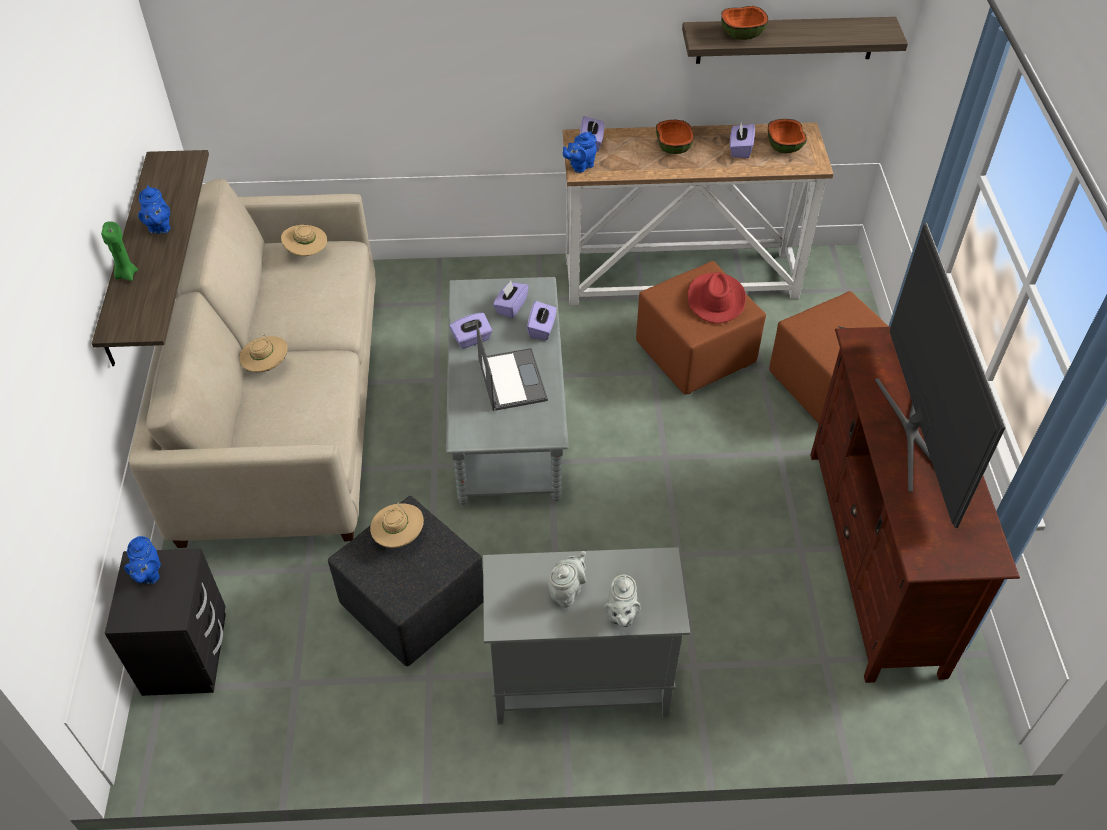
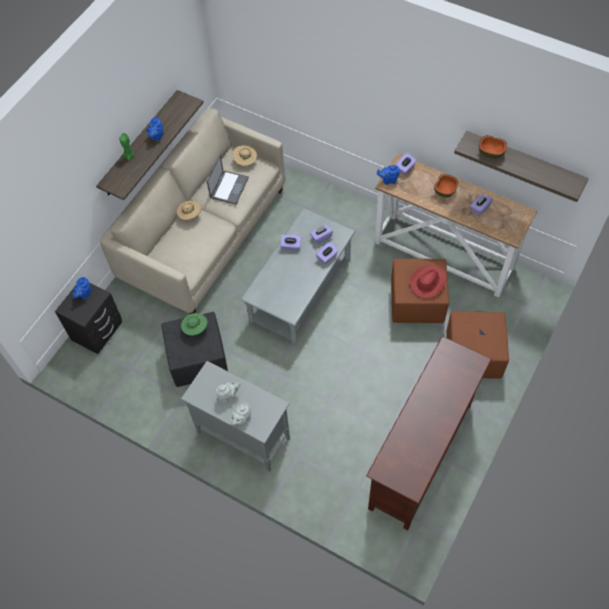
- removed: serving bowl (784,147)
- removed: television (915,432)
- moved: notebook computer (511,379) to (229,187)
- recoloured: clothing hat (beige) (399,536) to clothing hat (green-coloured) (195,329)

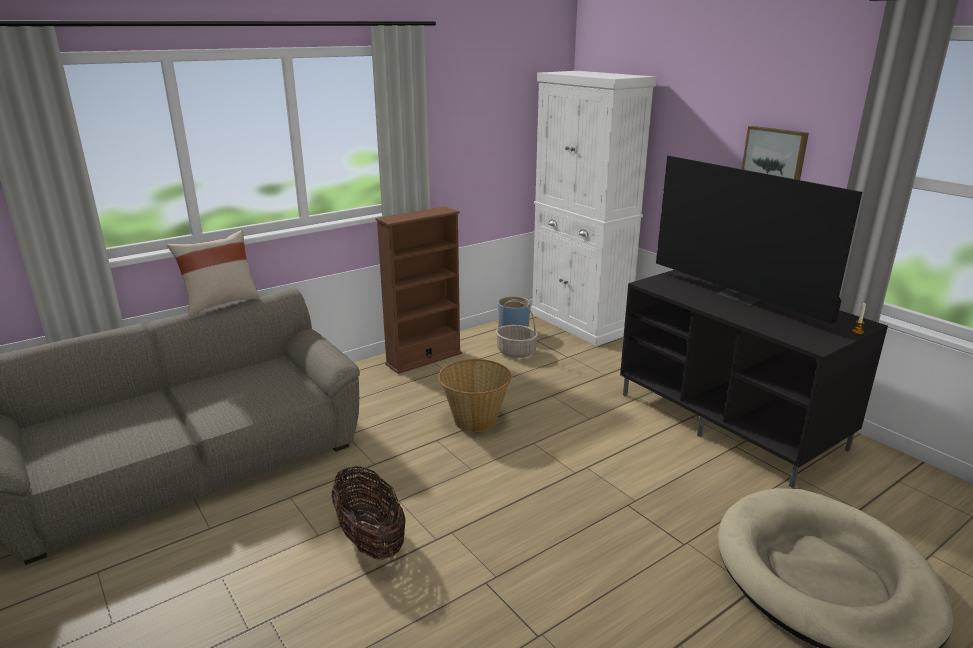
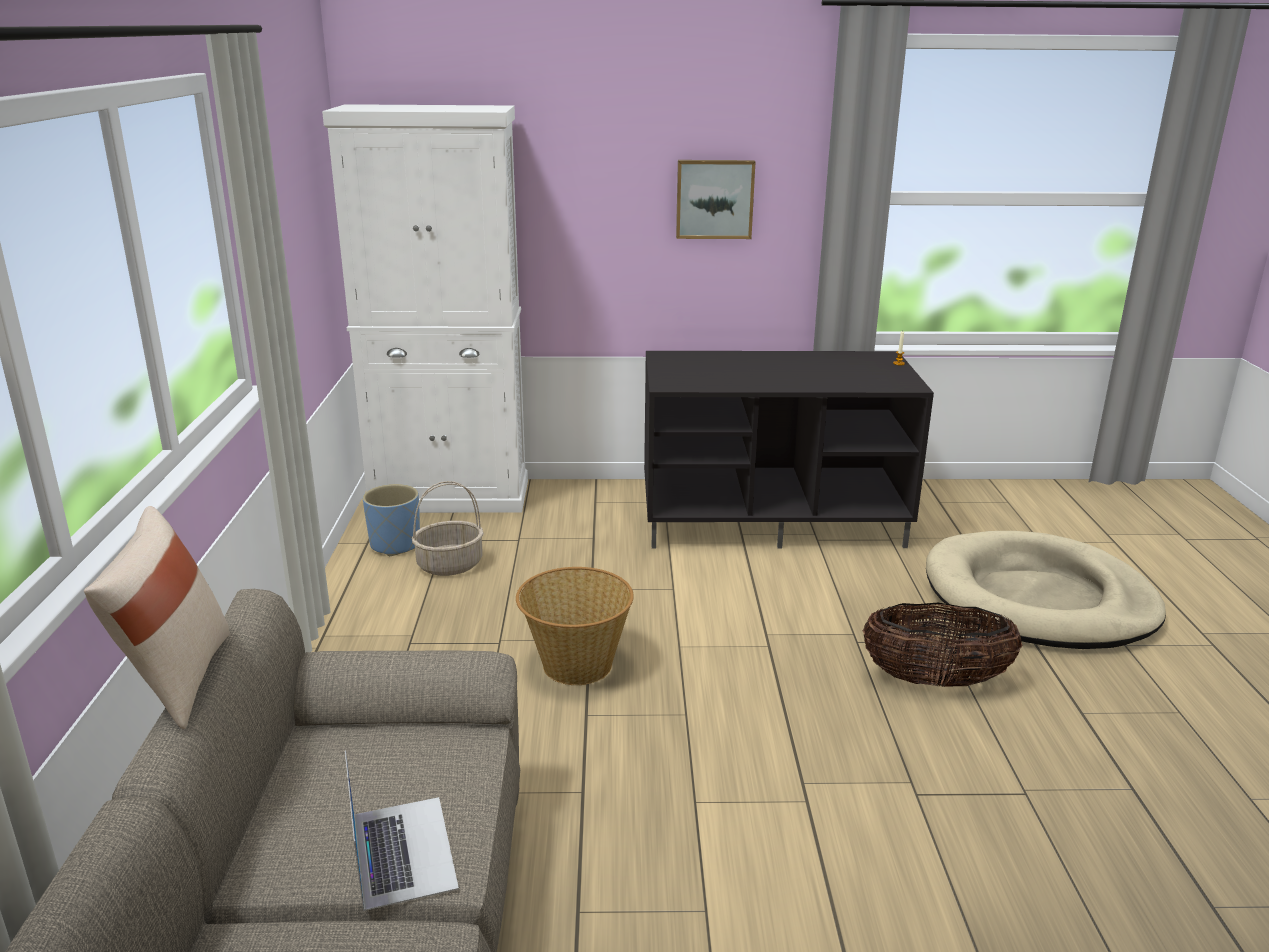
- removed: television (741,297)
- removed: shelving unit (brownish) (424,359)
- moved: basket (370,540) to (935,680)
- added: notebook computer (402,850)

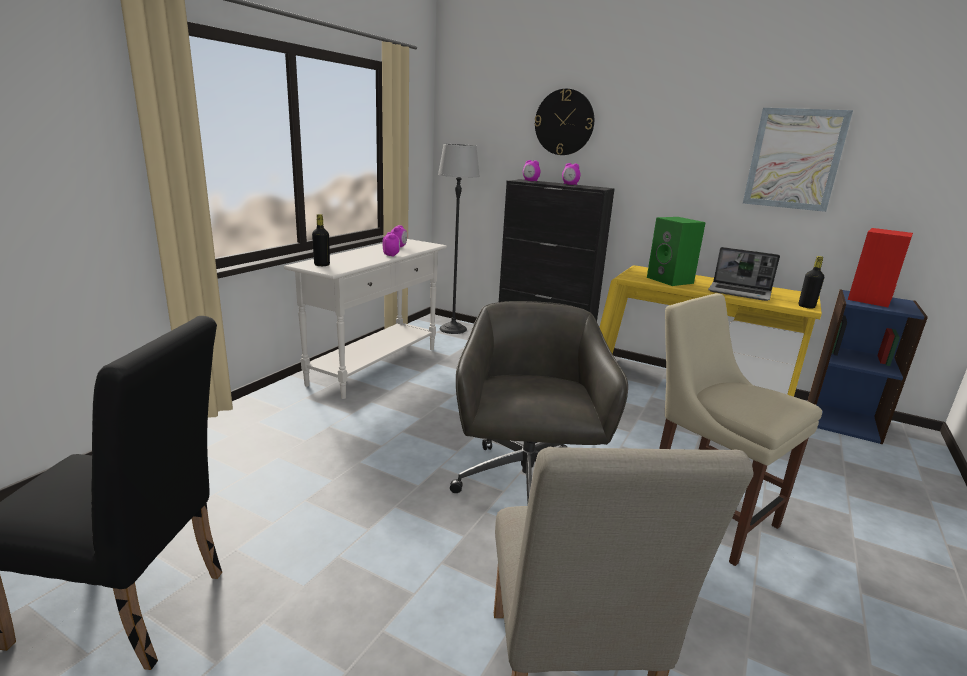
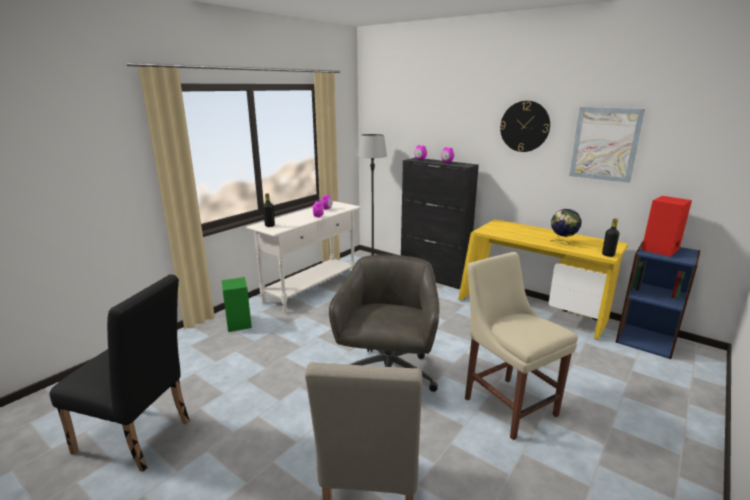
- moved: hanging clock (564,122) to (524,126)
- moved: loudspeaker (green-coloured) (671,280) to (239,324)
- replaced: notebook computer (740,293) to desk globe (562,243)

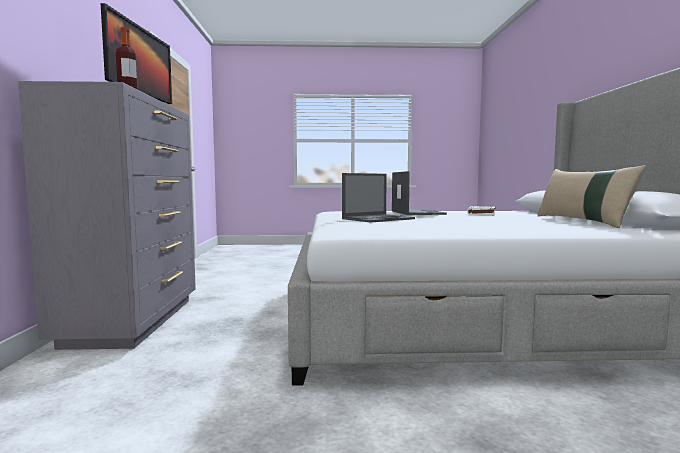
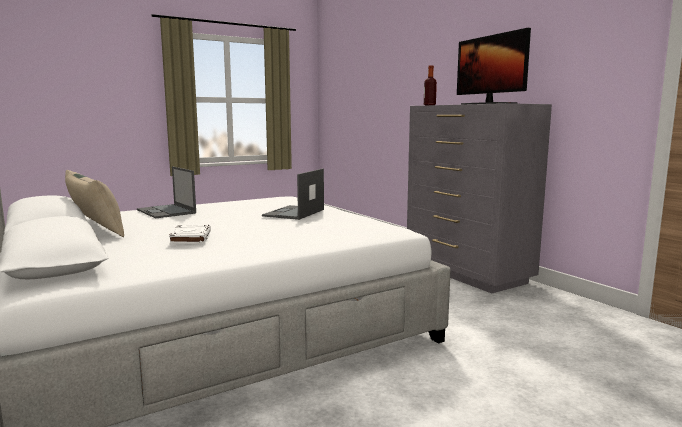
- moved: notebook computer (417,212) to (167,211)

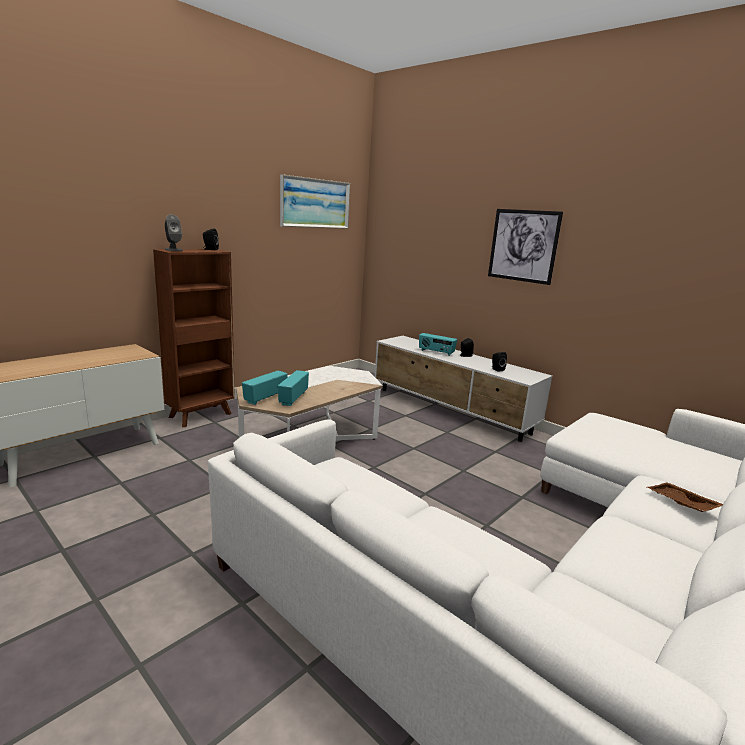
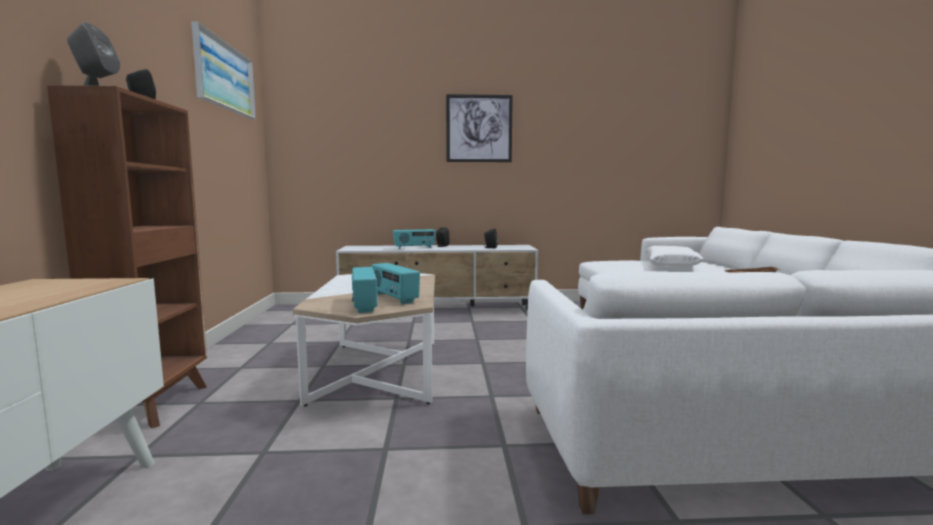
- added: cushion (white-coloured) (671,264)

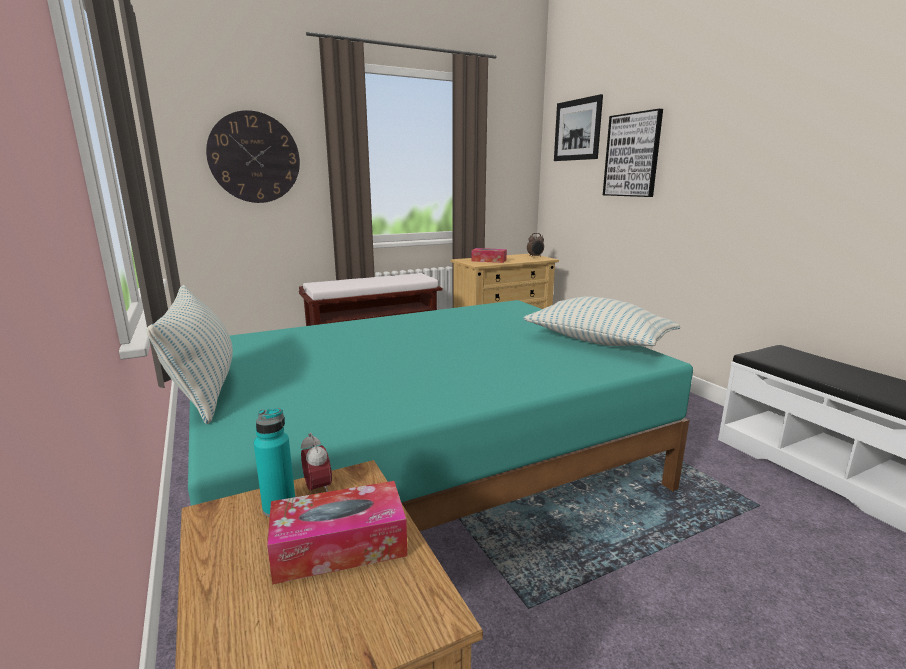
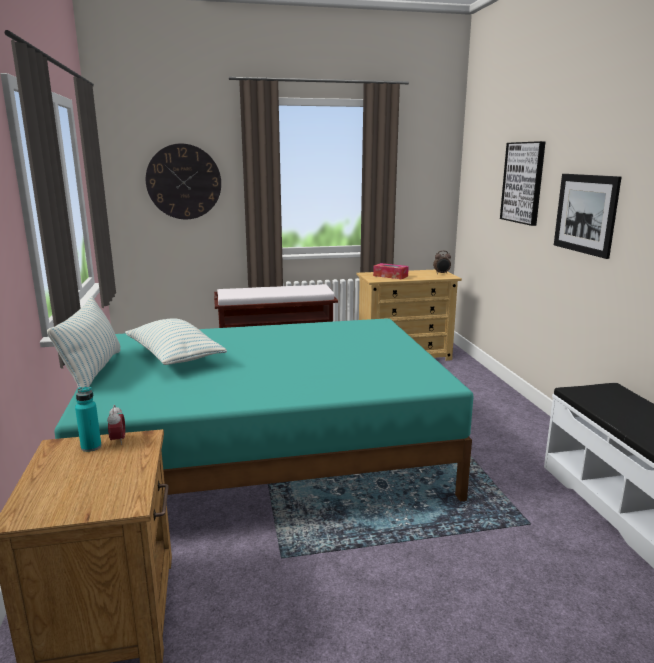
- moved: picture (577,130) to (585,214)
- moved: cushion (597,341) to (174,357)
- removed: tissue box (339,546)

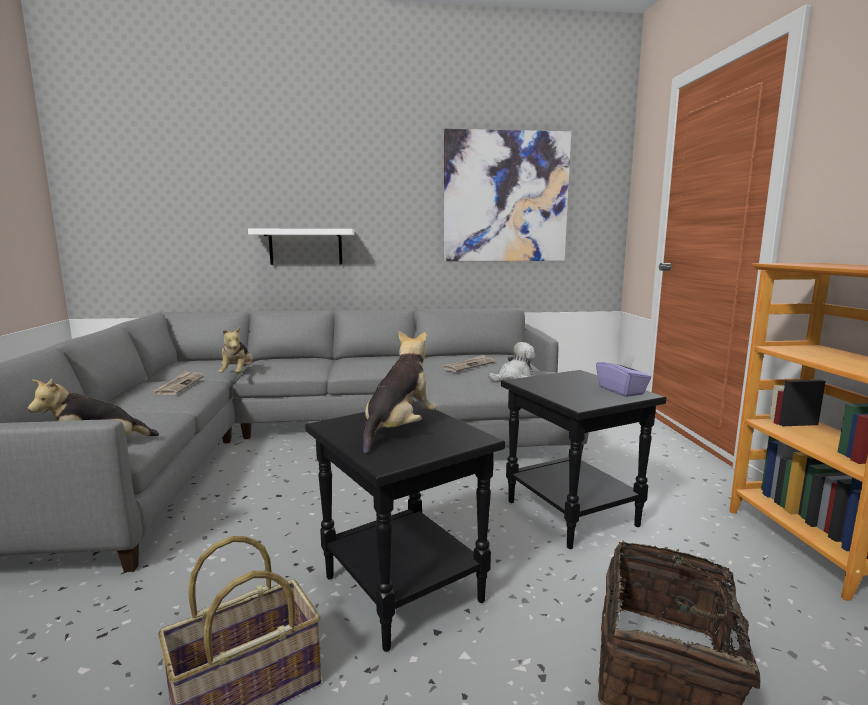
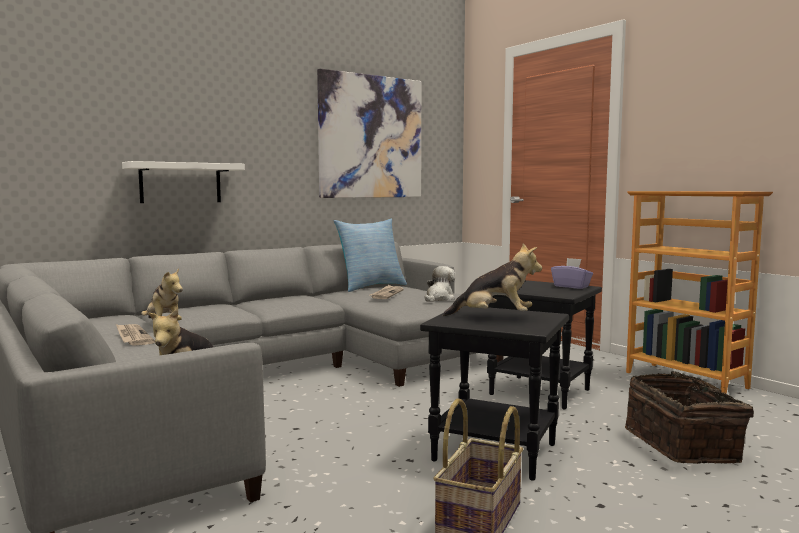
- turned: soft toy (399,429) = (494,317) 105 degrees clockwise
- added: cushion (370,287)

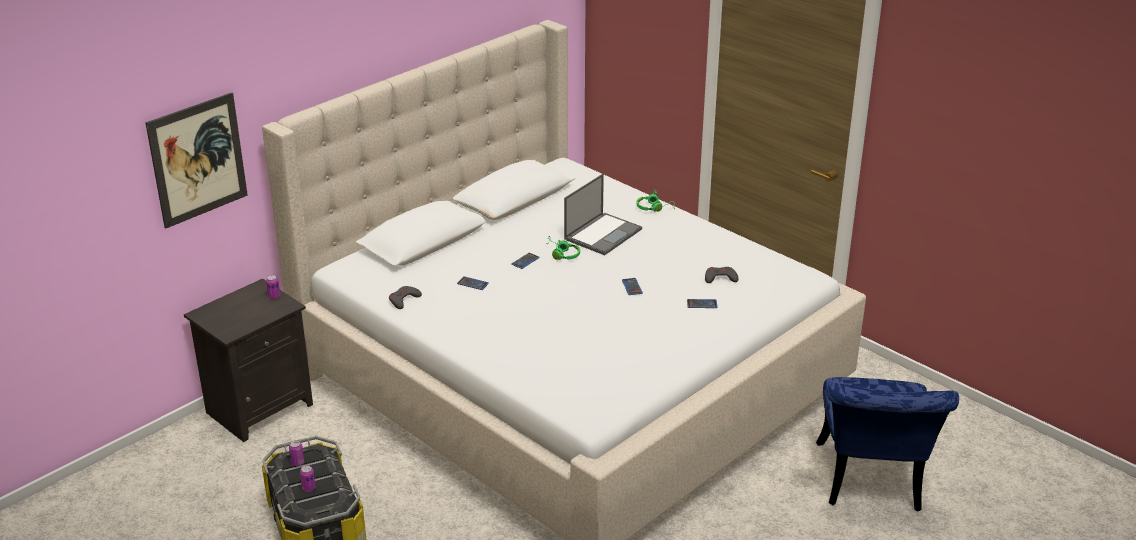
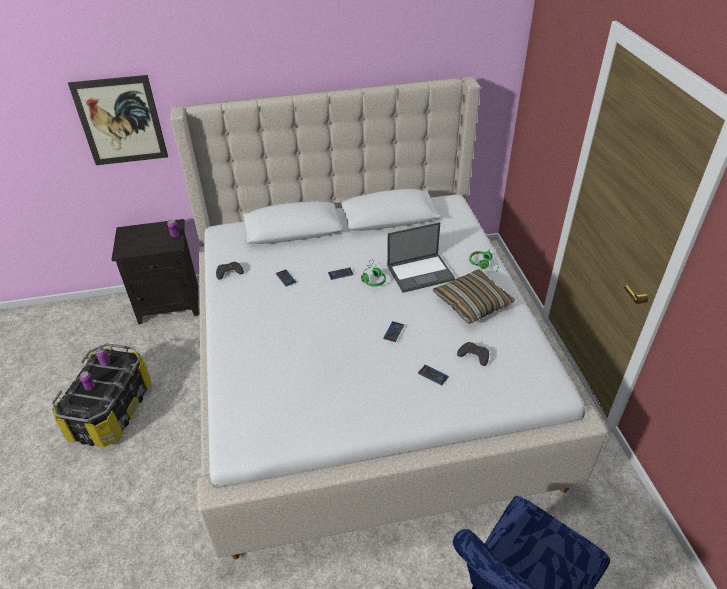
- added: cushion (472,303)

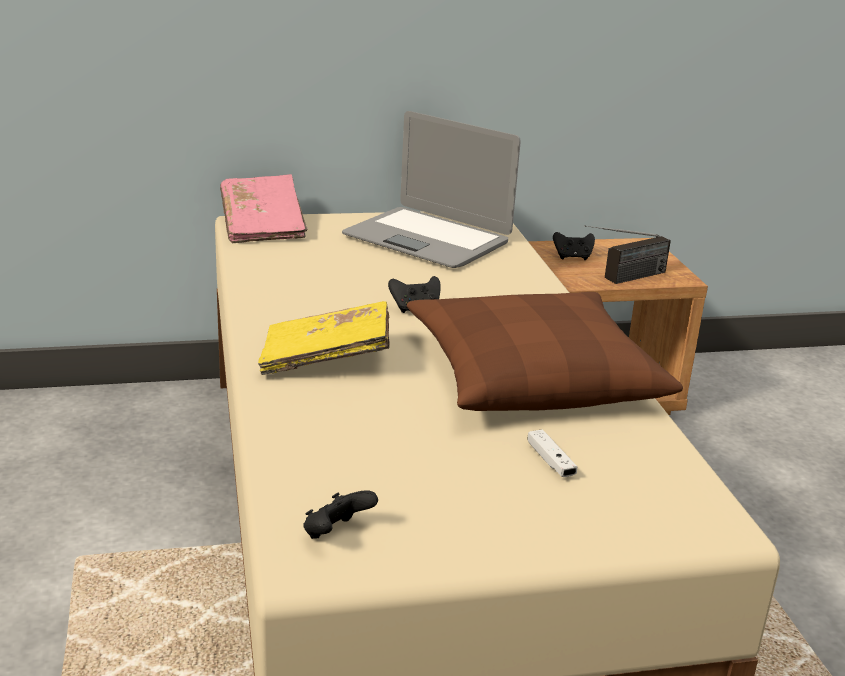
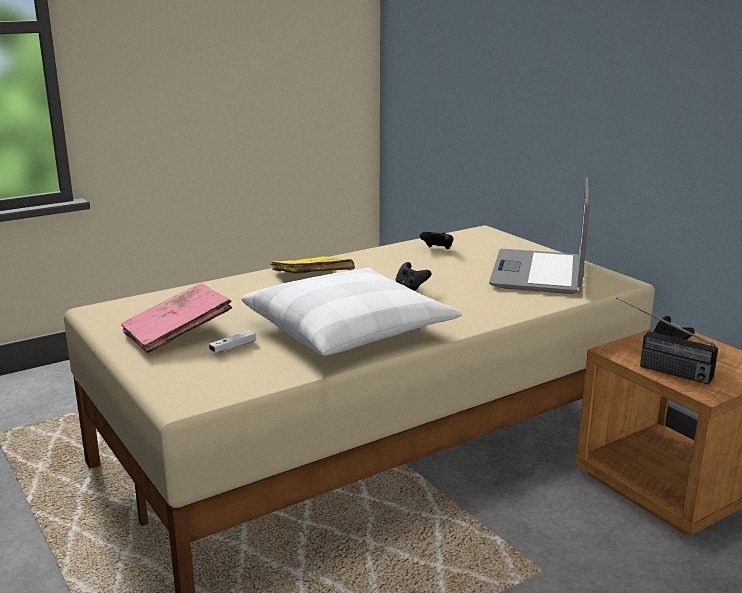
- moved: volume (pink-coloured) (263,226) to (177,333)
- recoloured: cushion (brownish) (532,374) to cushion (white-coloured) (349,329)
- moved: game controller (blackish) (336,534) to (437,249)

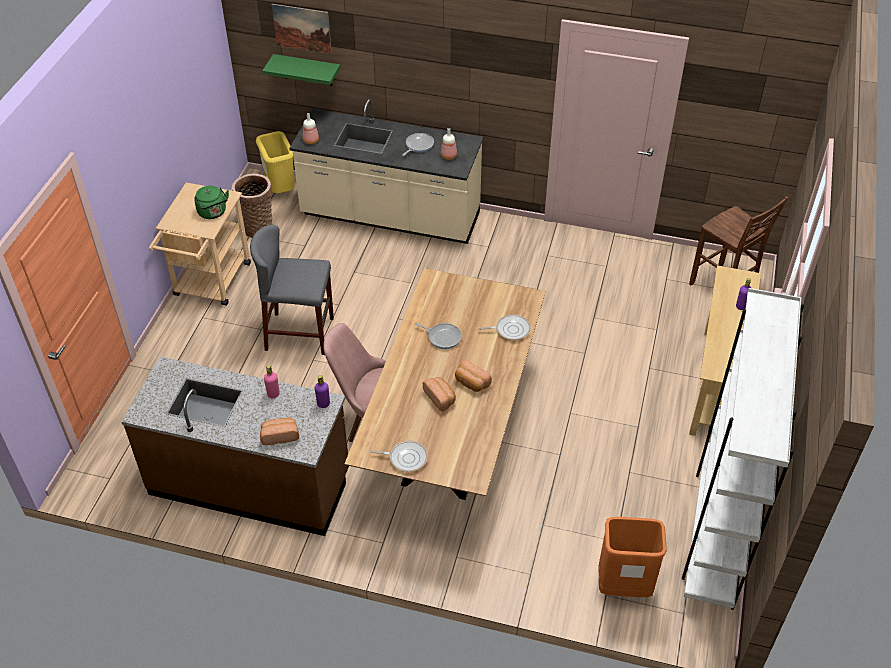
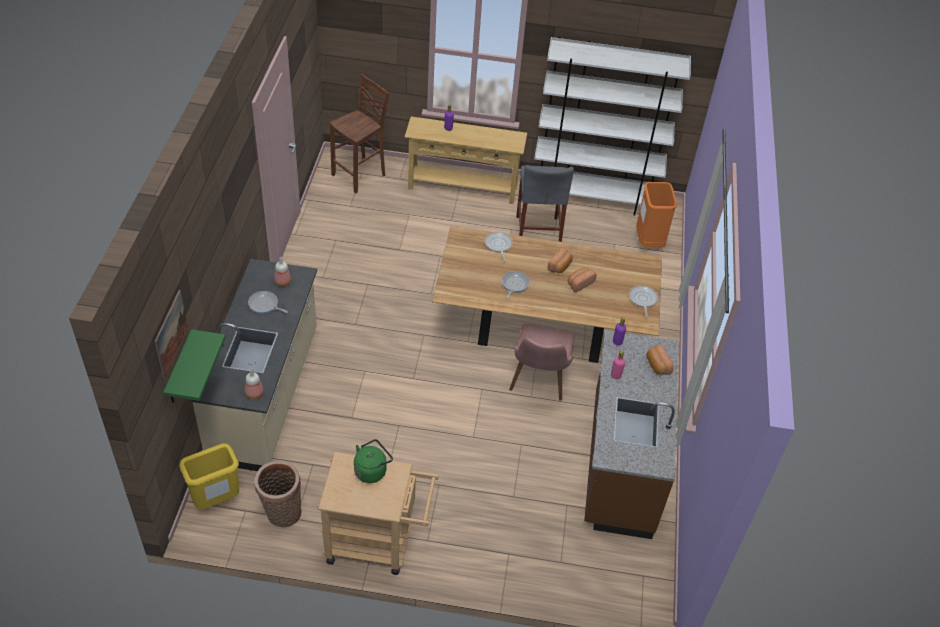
- moved: sitting stool (greyish) (300,334) to (537,233)

